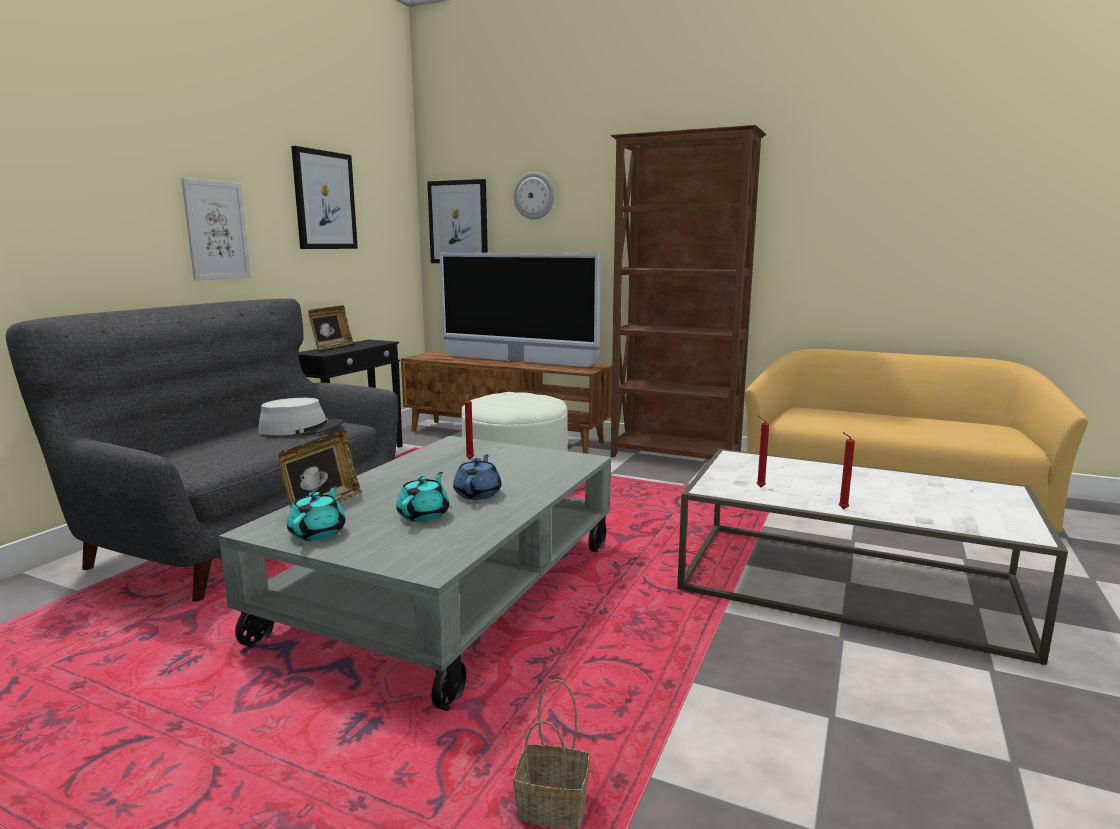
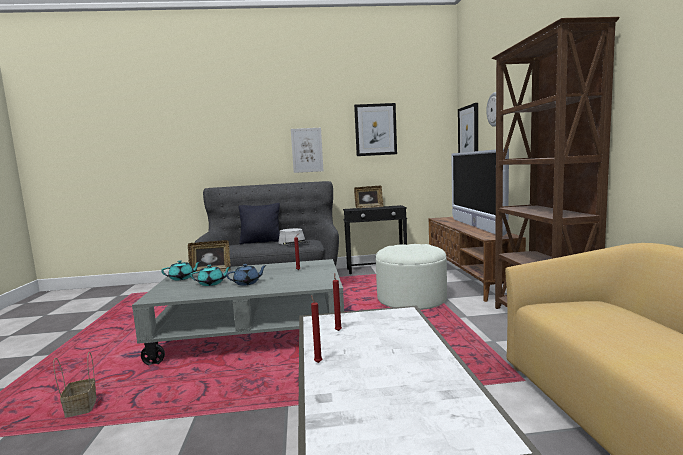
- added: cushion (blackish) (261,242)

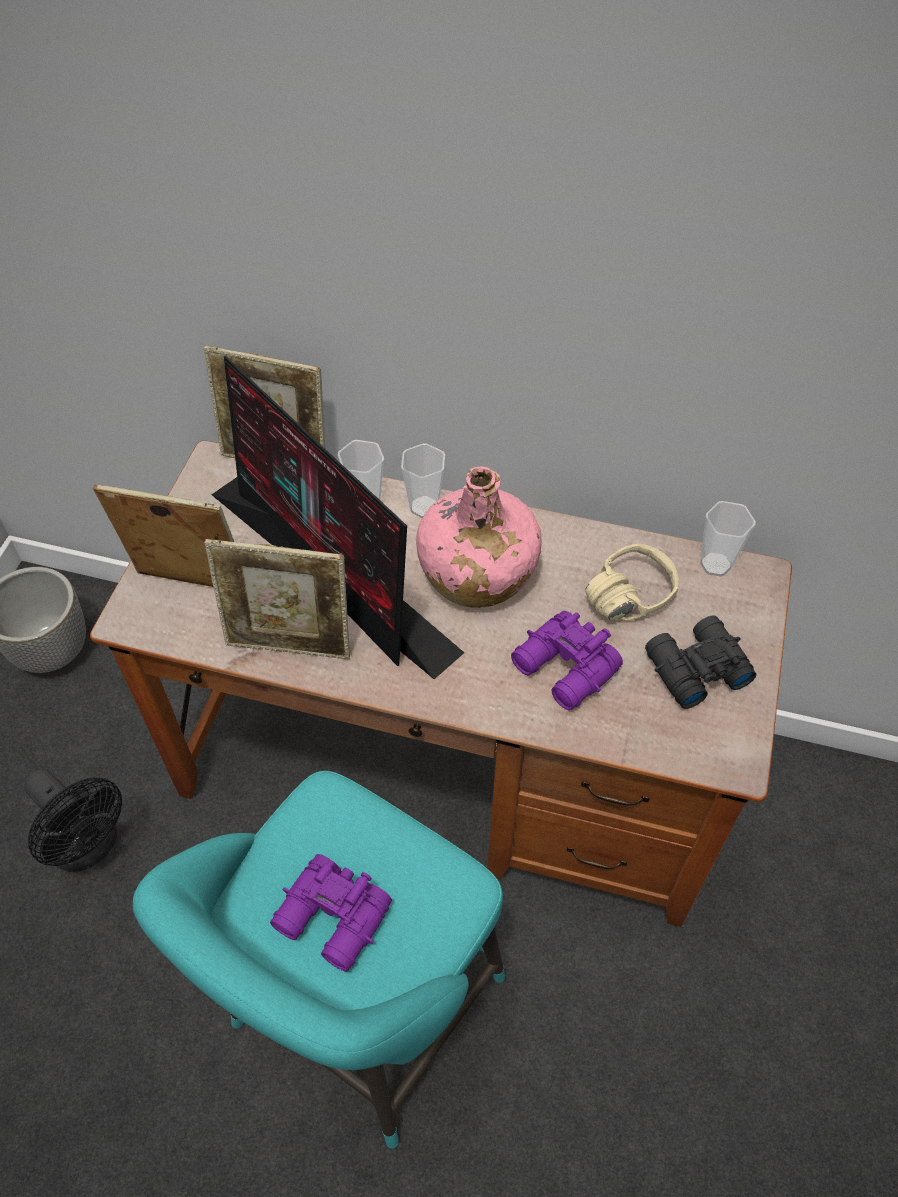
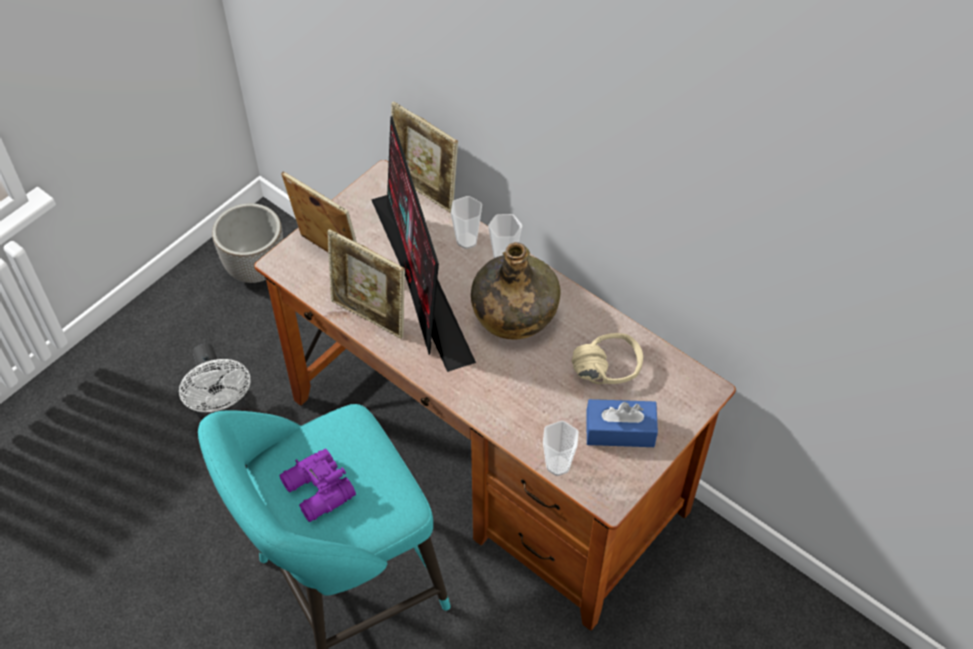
- recoloured: bottle (pink-coloured) (476,572) to bottle (green-coloured) (513,313)
- moved: drinking cup (715,564) to (558,465)
- removed: pair of binoculars (purplish) (565,670)
- replaced: pair of binoculars (blackish) (694,668) to tissue box (bluish) (620,431)
- recoloured: electric fan (blackish) (89,846) to electric fan (white-coloured) (223,410)

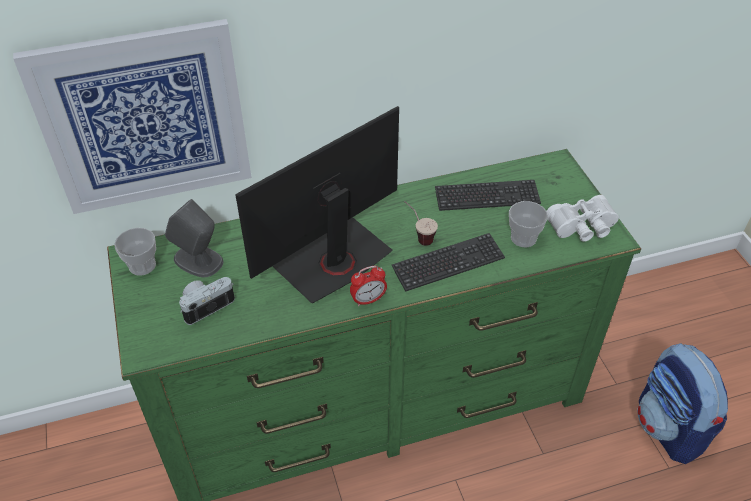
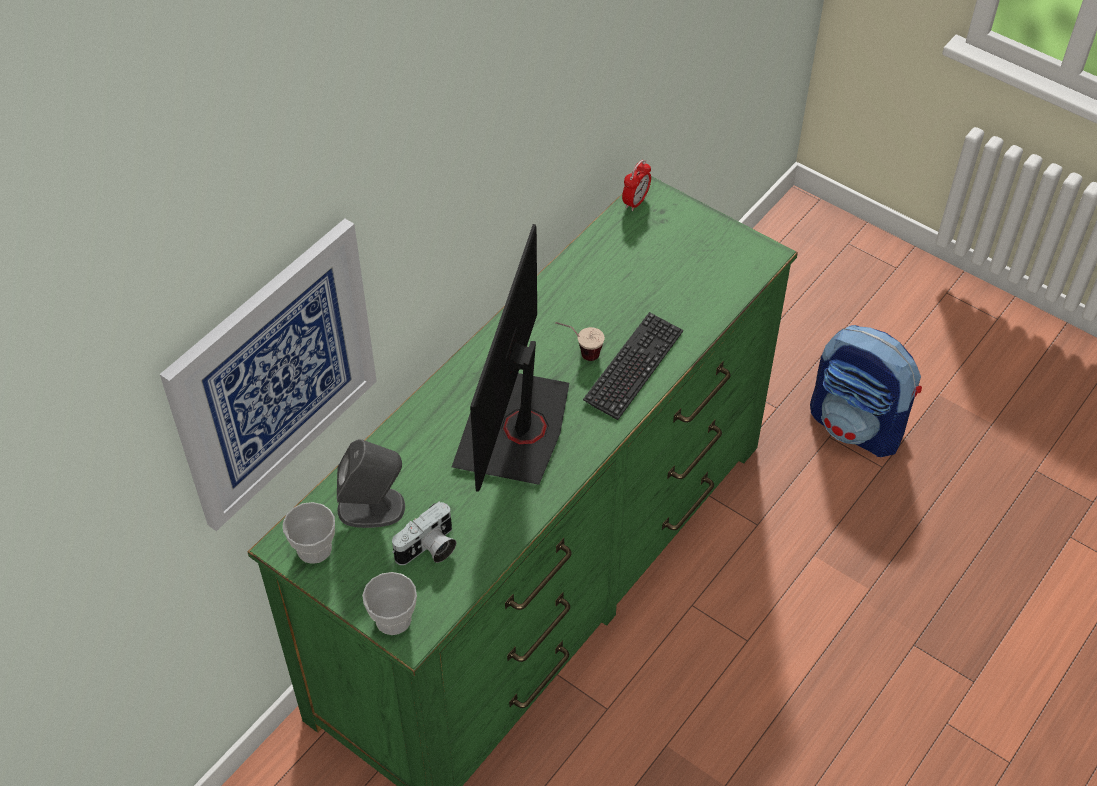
- removed: keyboard (487,197)
- removed: pair of binoculars (white-coloured) (583,228)
- moved: drinking cup (523,238) to (393,619)
- moved: alarm clock (368,300) to (635,202)
- turned: still camera (206,305) = (429,549) 150 degrees counterclockwise

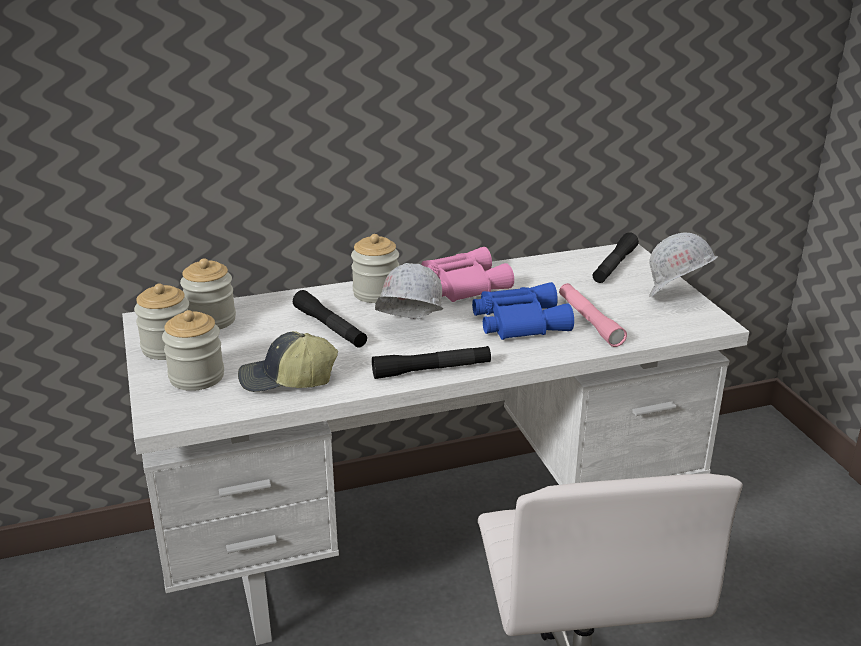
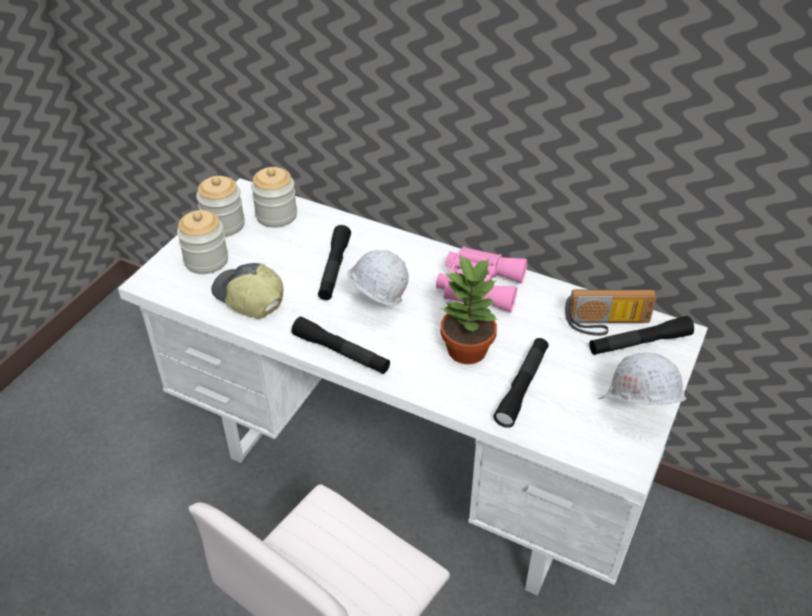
- removed: preserve jar (376,293)
- replaced: pair of binoculars (bluish) (518,321) to houseplant (467,349)
- recoloured: flashlight (pink-coloured) (589,321) to flashlight (blackish) (522,387)
- added: radio set (606,325)

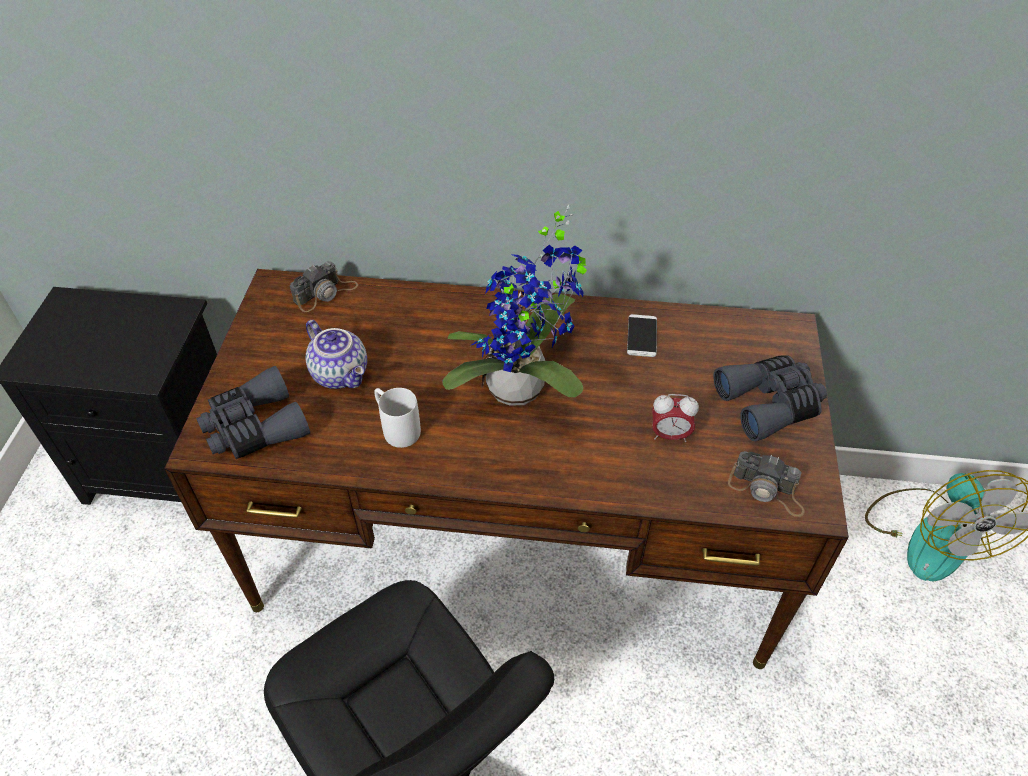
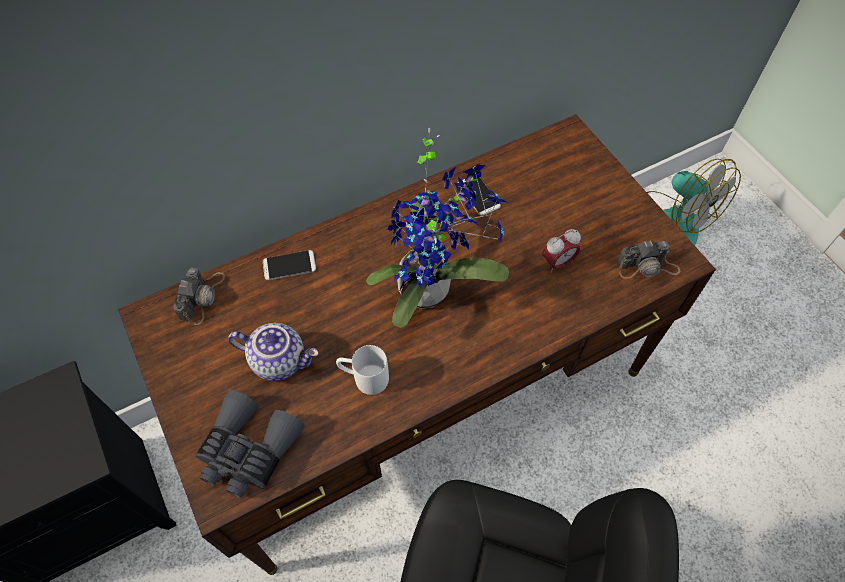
- removed: pair of binoculars (greyish) (770,403)
- added: telephone (289,265)

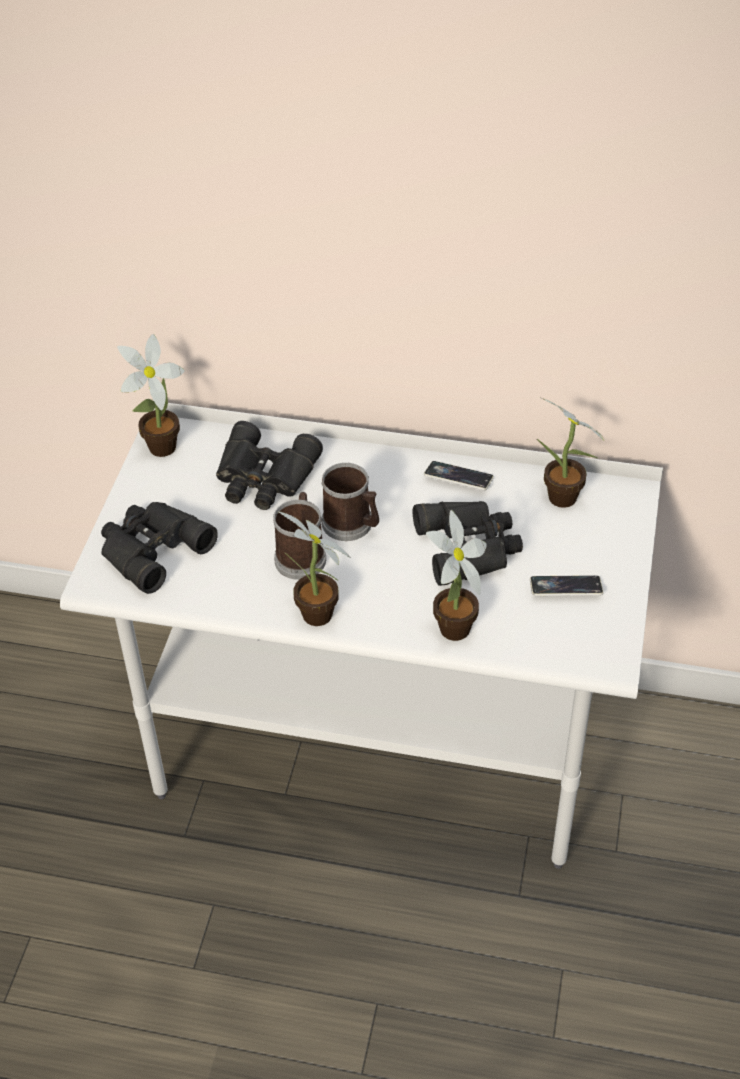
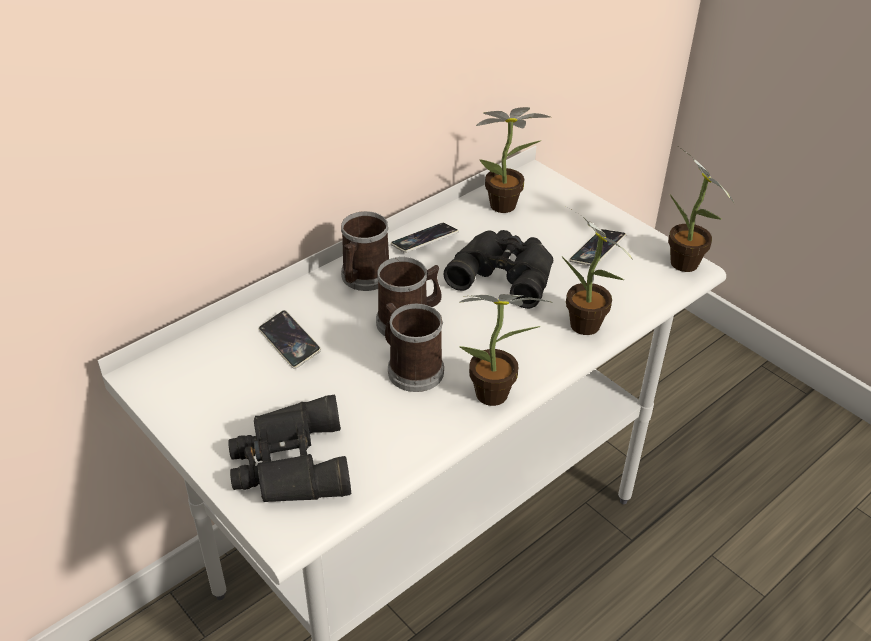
- moved: houseplant (158,450) to (685,266)
- replaced: pair of binoculars (blackish) (264,478) to telephone (289,343)
- added: mug (363,278)

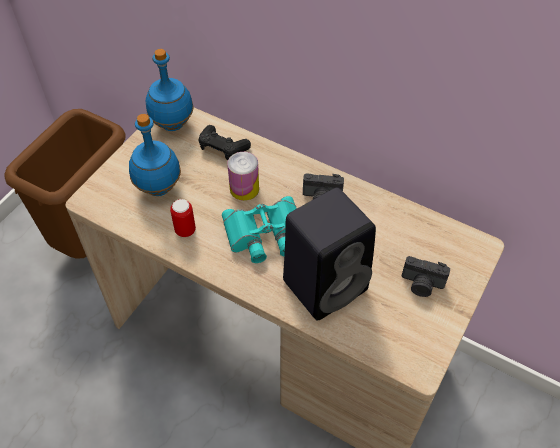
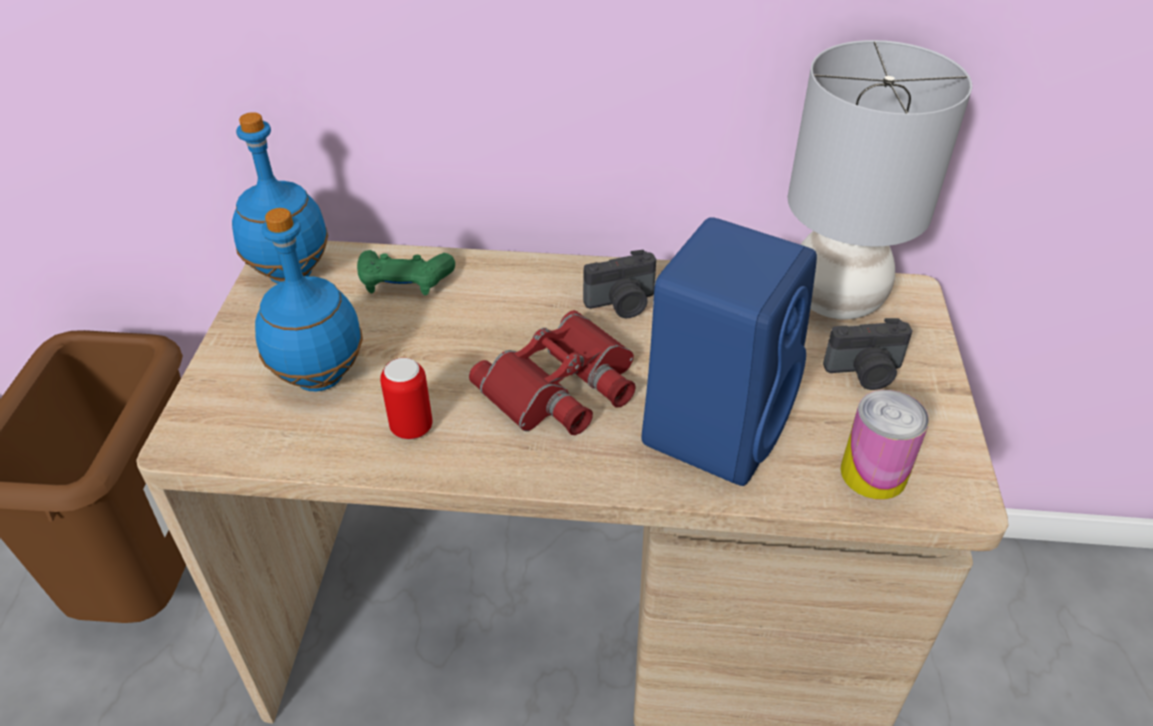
- recoloured: game controller (blackish) (222,147) to game controller (green-coloured) (404,282)
- moved: sealed can (244,189) to (873,473)
- recoloured: loudspeaker (blackish) (326,283) to loudspeaker (bluish) (717,424)
- recoloured: pair of binoculars (turquoise-coloured) (265,235) to pair of binoculars (red-coloured) (563,387)
- added: table lamp (greyish) (834,301)

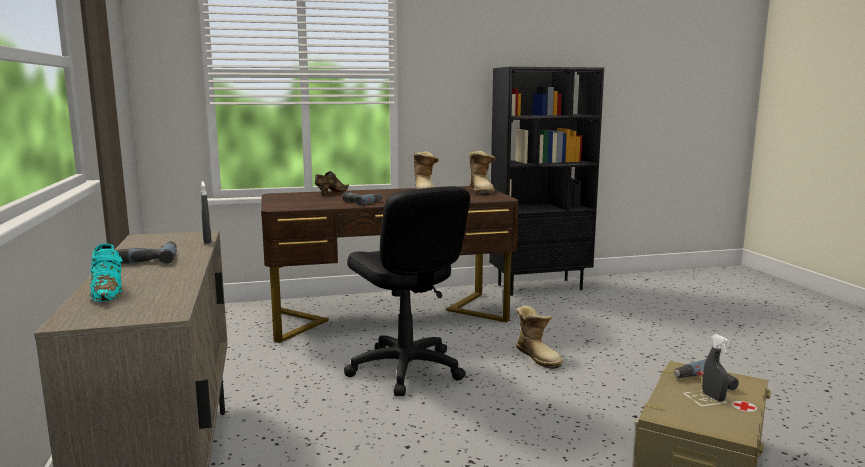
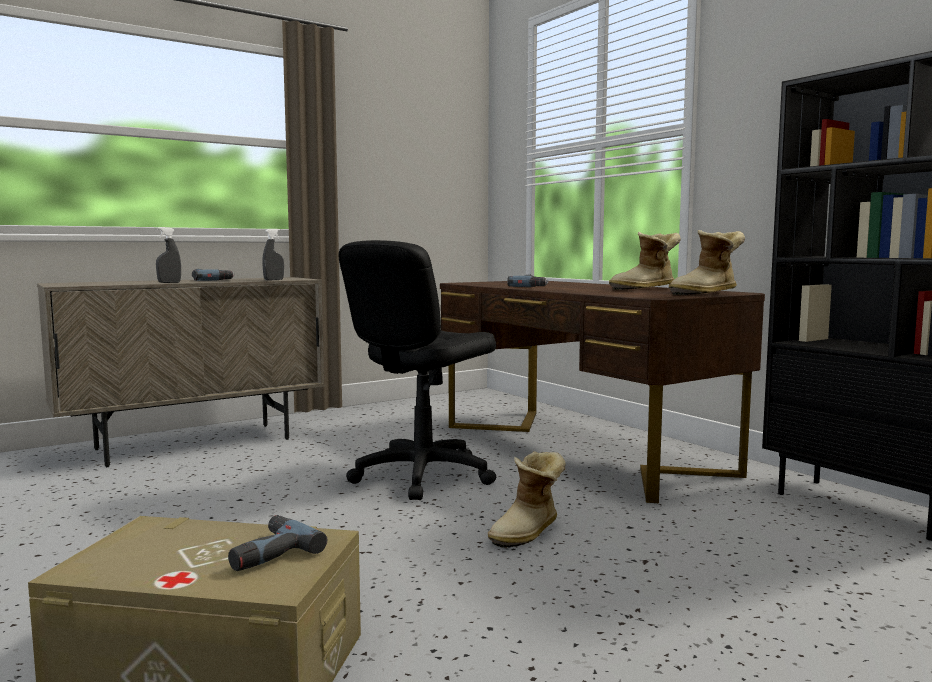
- removed: item of footwear (brownish) (331,193)
- removed: item of footwear (turquoise-coloured) (108,291)
- moved: hand sprayer (greyish) (713,397) to (169,282)

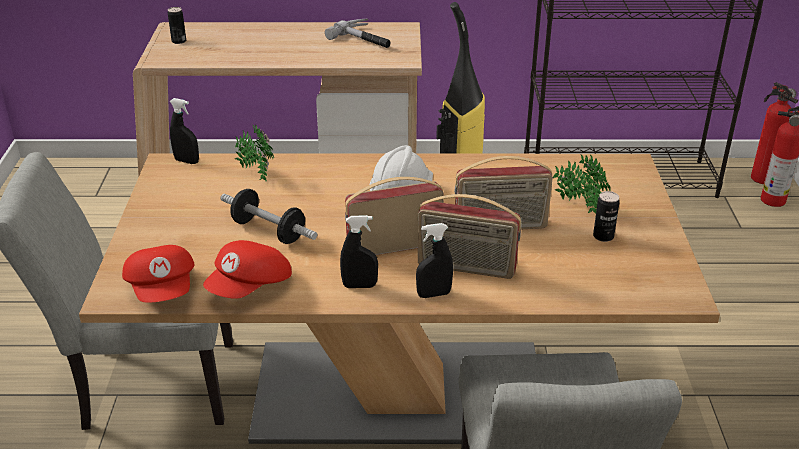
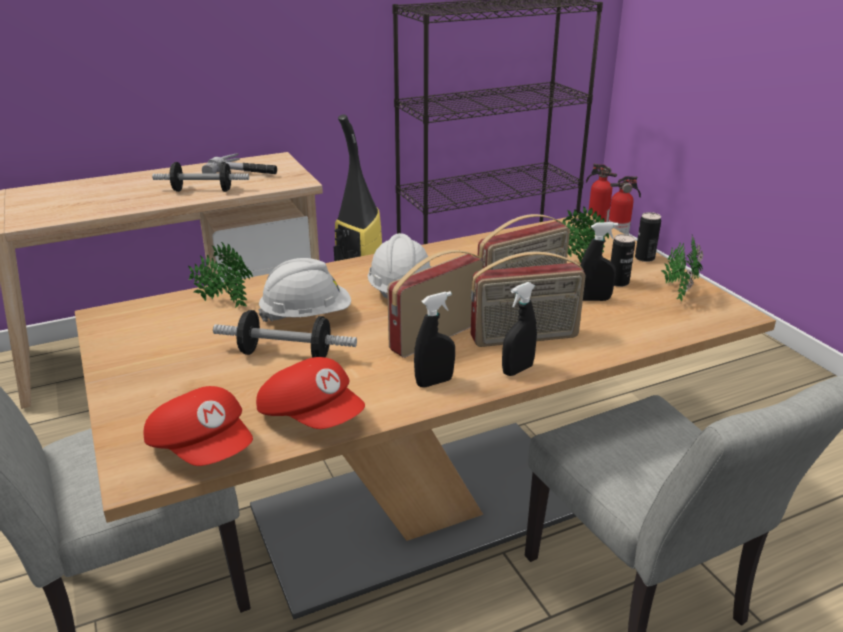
- moved: sealed can (179,41) to (644,258)
- moved: hand sprayer (blackish) (187,161) to (594,299)
- turned: cap (red-coloured) (250,287) = (312,416) 60 degrees counterclockwise
- added: free weight (202,190)
- added: houseplant (677,292)
- added: safety helmet (white-coloured) (307,316)

